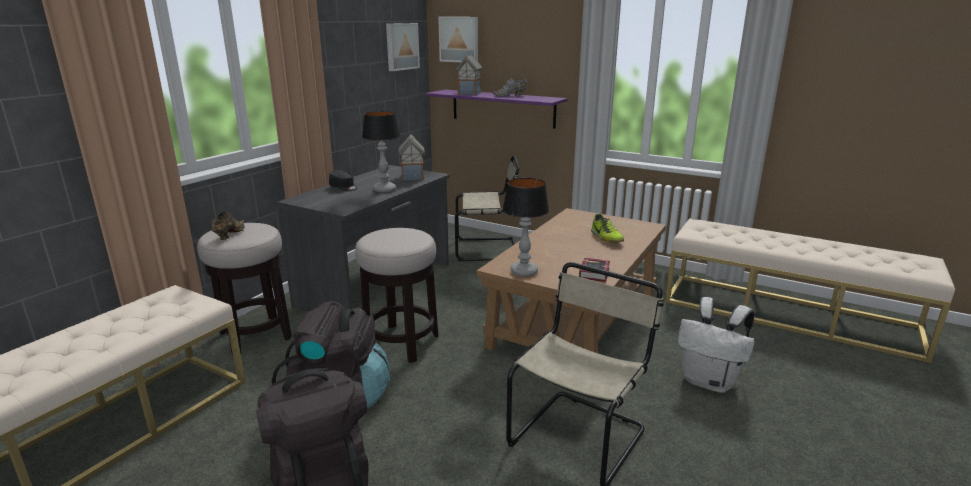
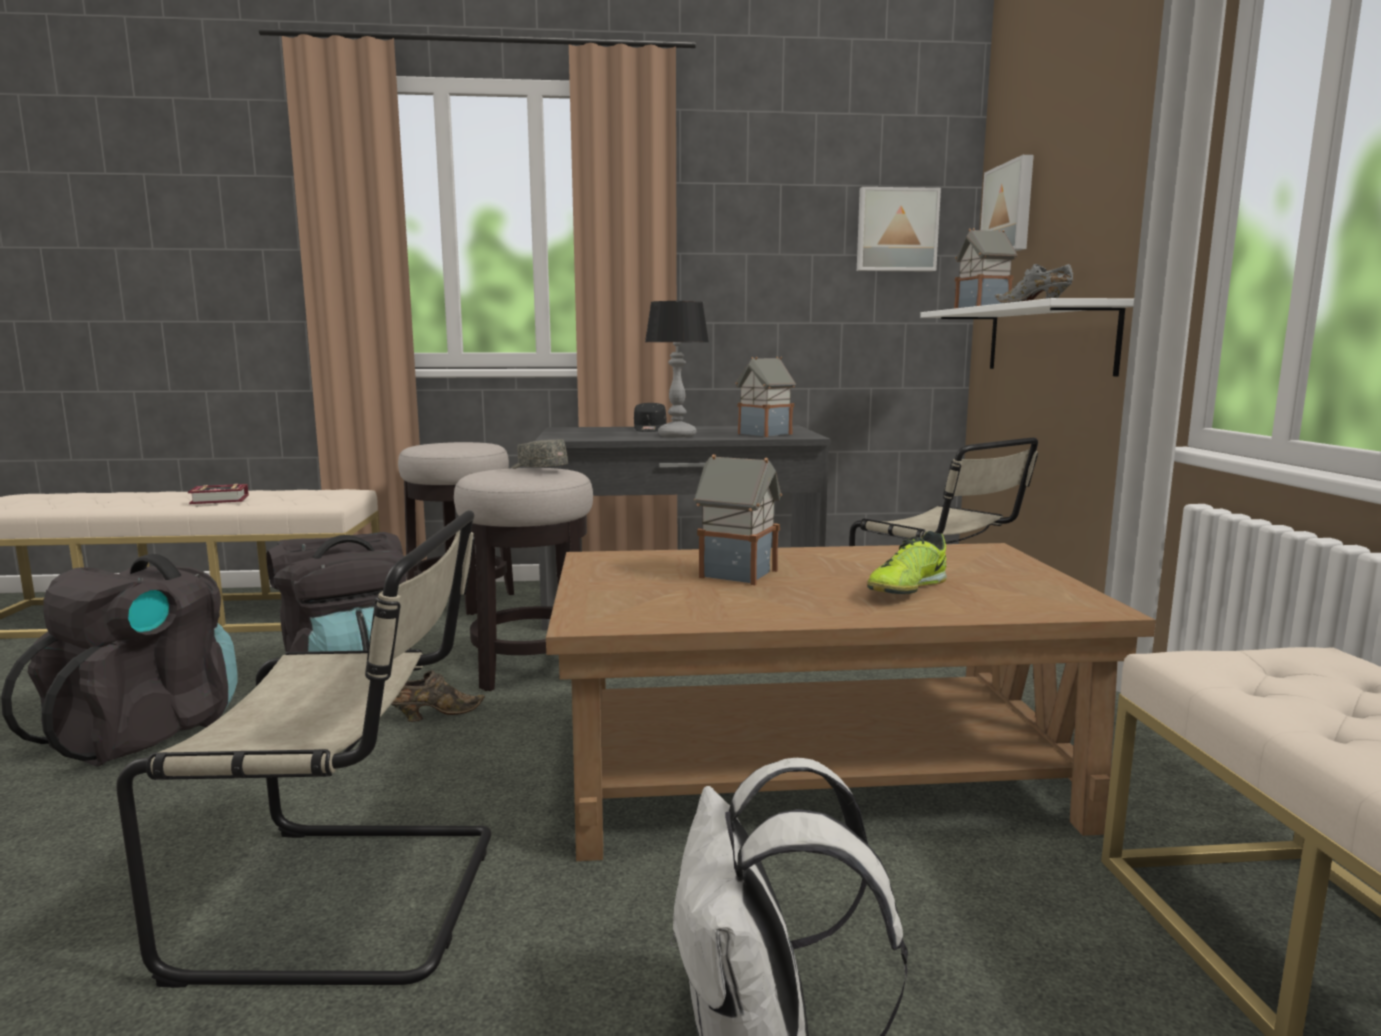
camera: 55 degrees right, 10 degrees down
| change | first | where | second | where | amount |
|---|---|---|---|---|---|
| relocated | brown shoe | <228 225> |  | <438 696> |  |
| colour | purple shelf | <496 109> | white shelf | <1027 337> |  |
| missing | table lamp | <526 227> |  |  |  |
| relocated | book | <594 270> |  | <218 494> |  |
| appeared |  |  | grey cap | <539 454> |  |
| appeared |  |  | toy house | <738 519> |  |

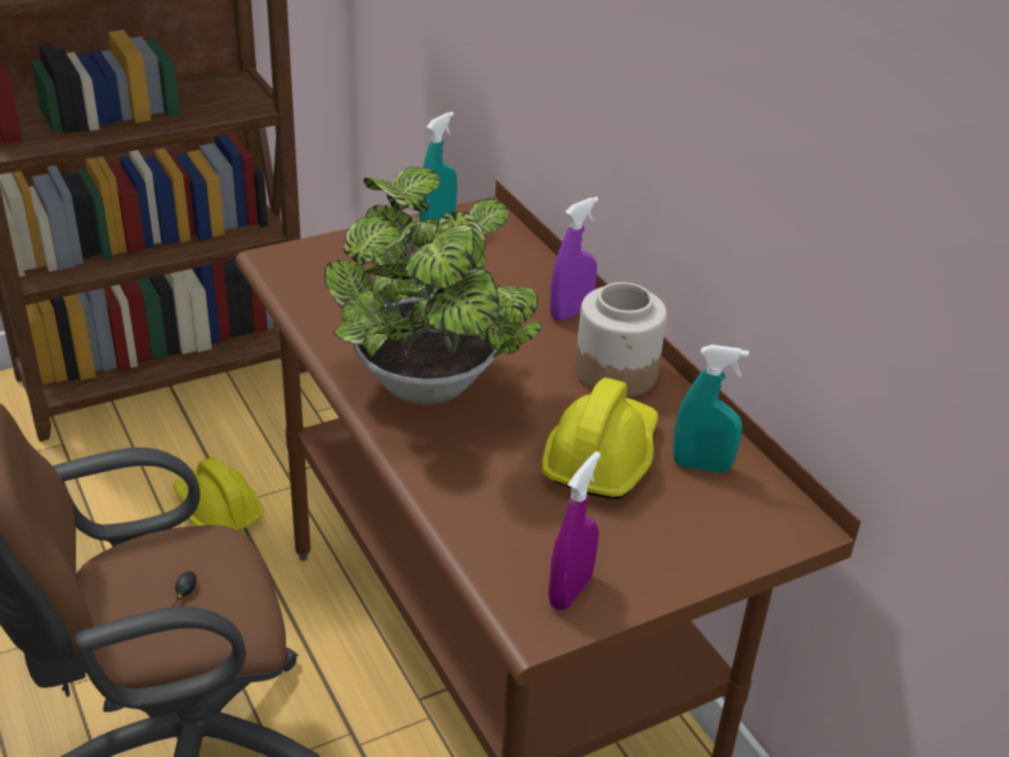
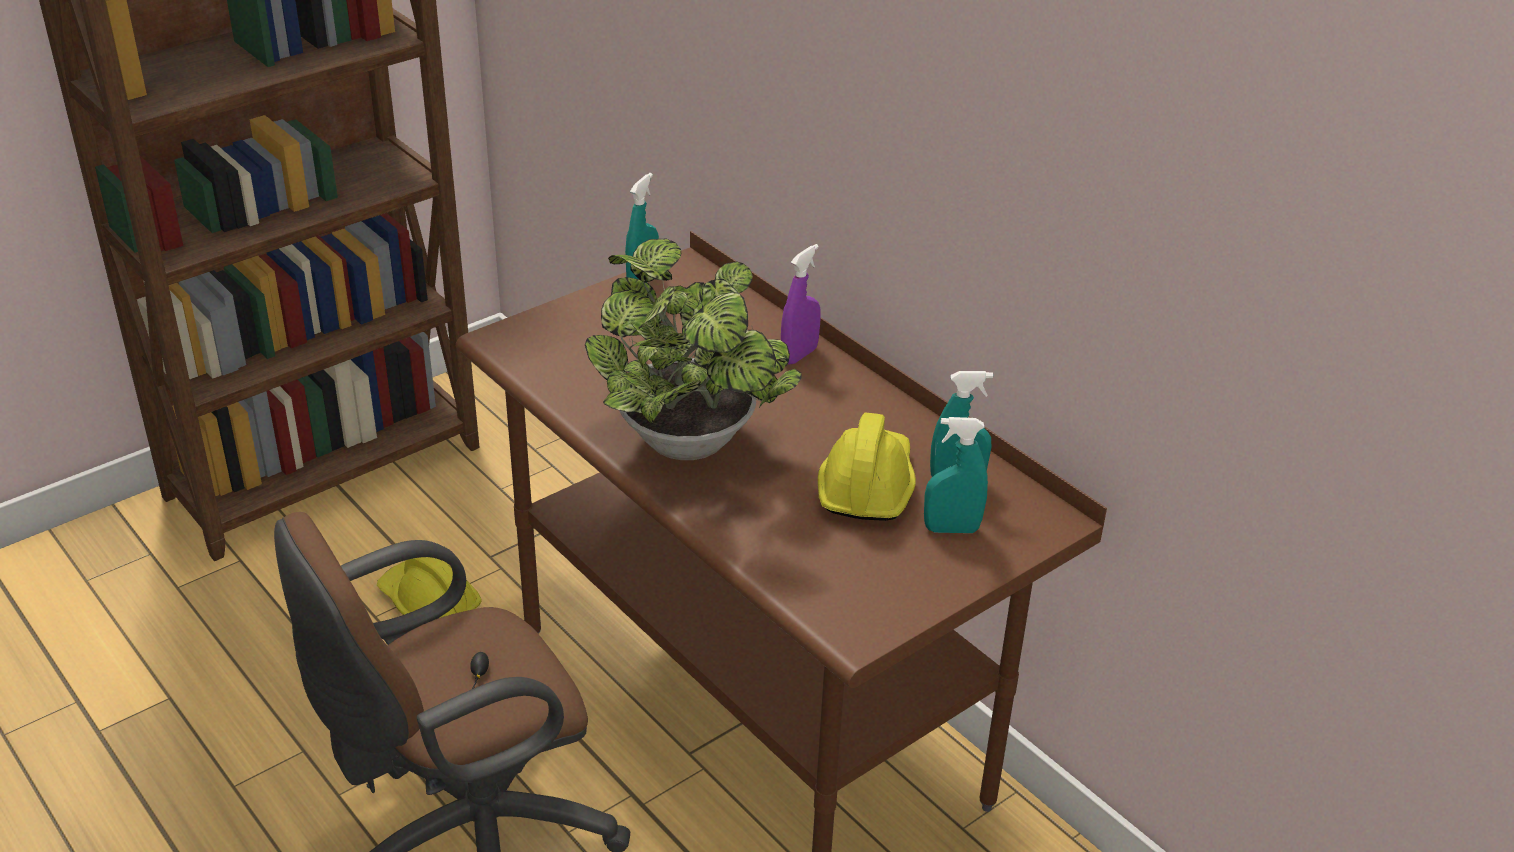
camera: 10 degrees left, 0 degrees up
| change | first | where | second | where | amount |
|---|---|---|---|---|---|
| missing | purple spray bottle | <574 530> |  |  |  |
| missing | jar | <621 339> |  |  |  |
| appeared |  |  | turquoise spray bottle | <956 475> |  |

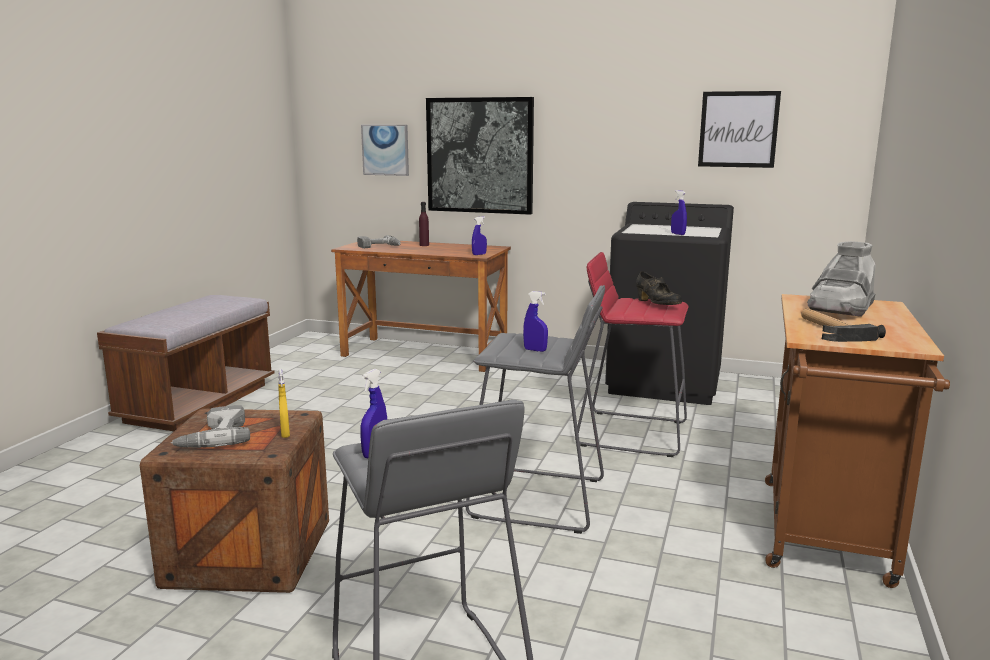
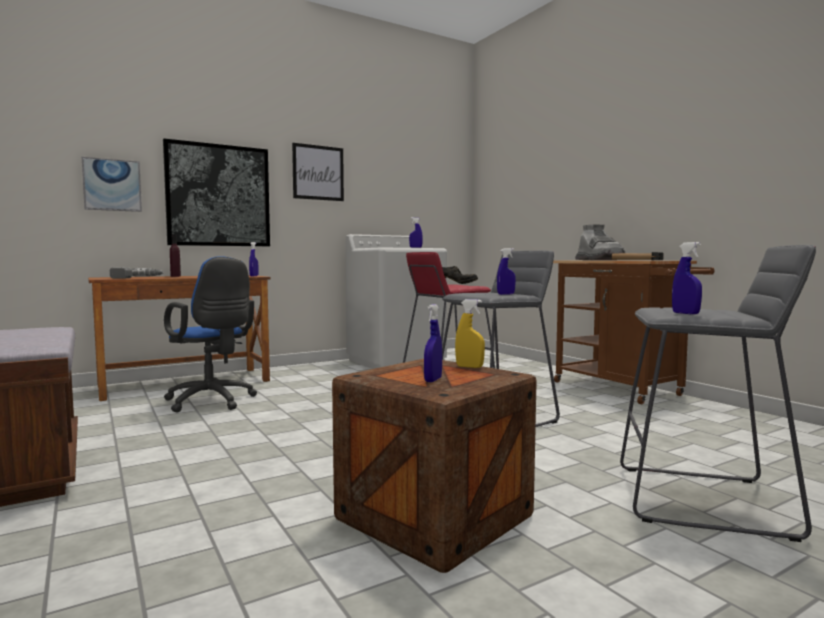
camera: 50 degrees left, 10 degrees down
| change | first | where | second | where | amount |
|---|---|---|---|---|---|
| exchanged | power drill | <210 426> | blue spray bottle | <433 343> |  |
| colour | black washing machine | <669 303> | white washing machine | <396 301> |  |
| relocated | picture | <739 129> |  | <318 172> |  |
| appeared |  |  | blue office chair | <210 334> |  |

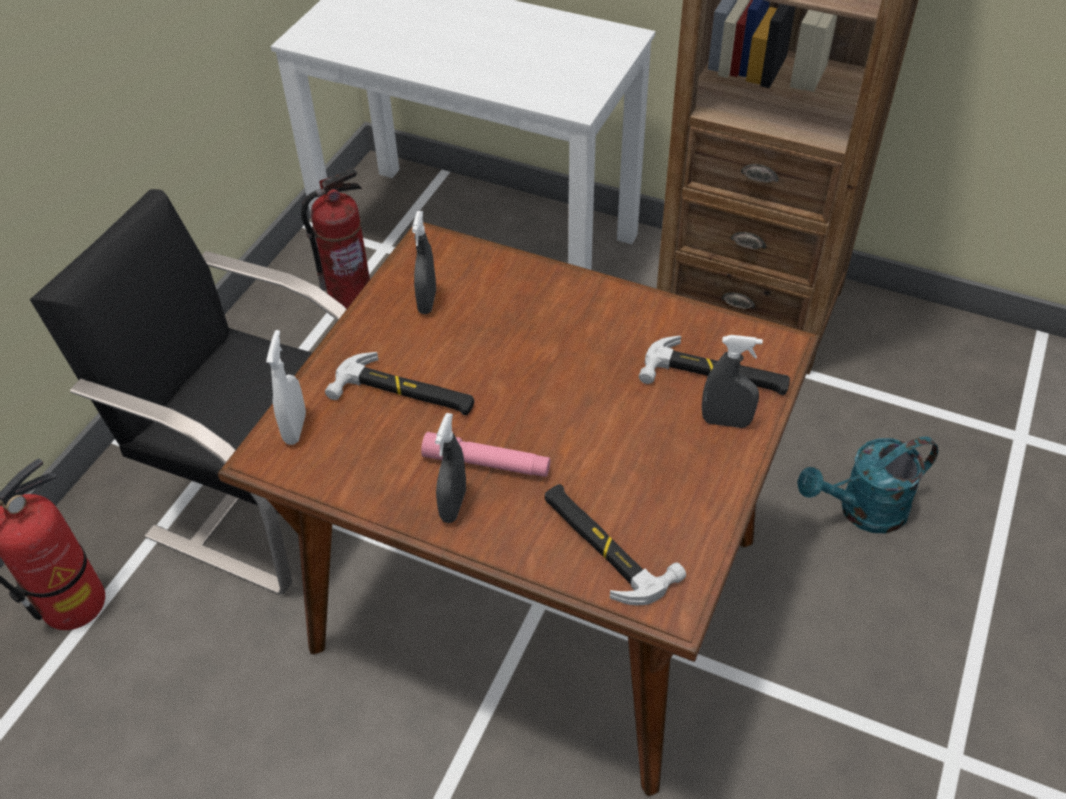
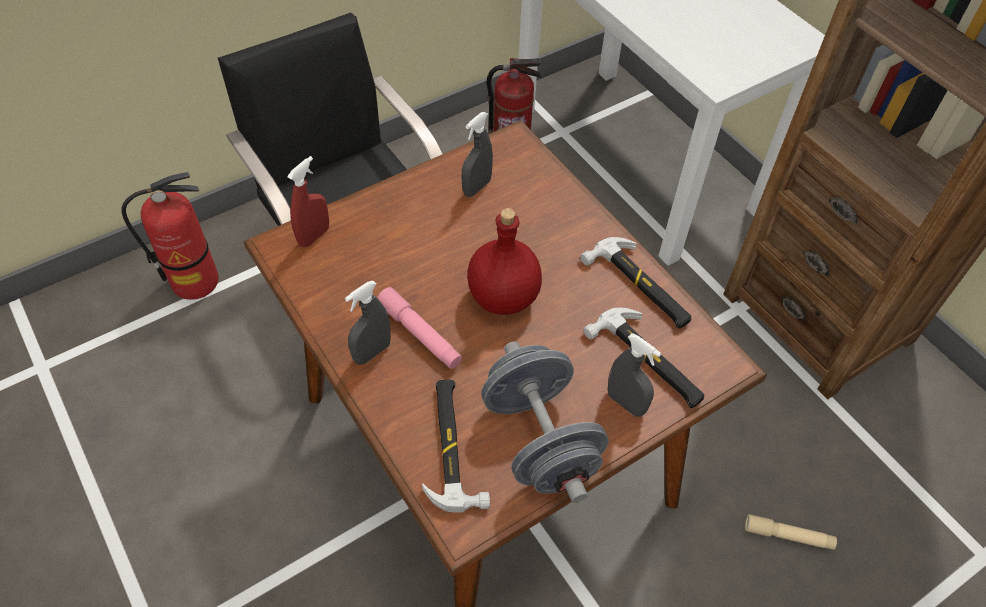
camera: 30 degrees right, 5 degrees up
| change | first | where | second | where | amount |
|---|---|---|---|---|---|
| colour | white spray bottle | <286 387> | red spray bottle | <308 201> |  |
| relocated | hammer | <399 384> |  | <635 283> |  |
| exchanged | turquoise watering can | <868 485> | beige flashlight | <791 532> |  |
| appeared |  |  | red bottle | <504 261> |  |
| appeared |  |  | grey dumbbell | <545 422> |  |

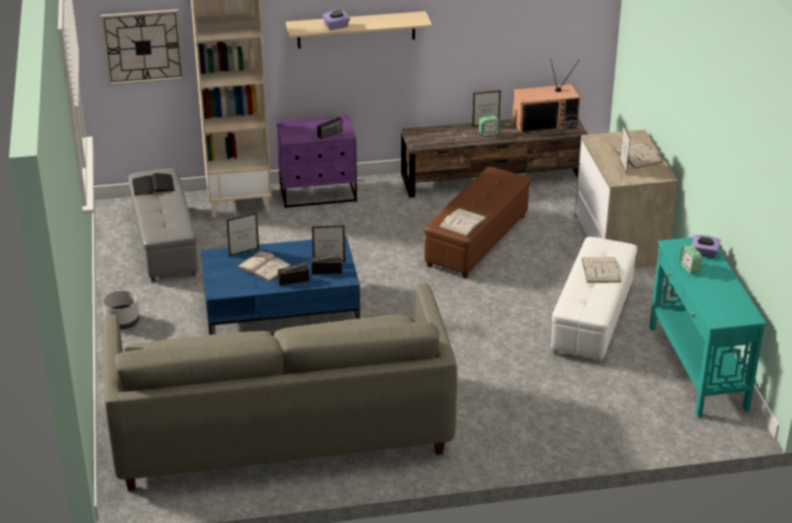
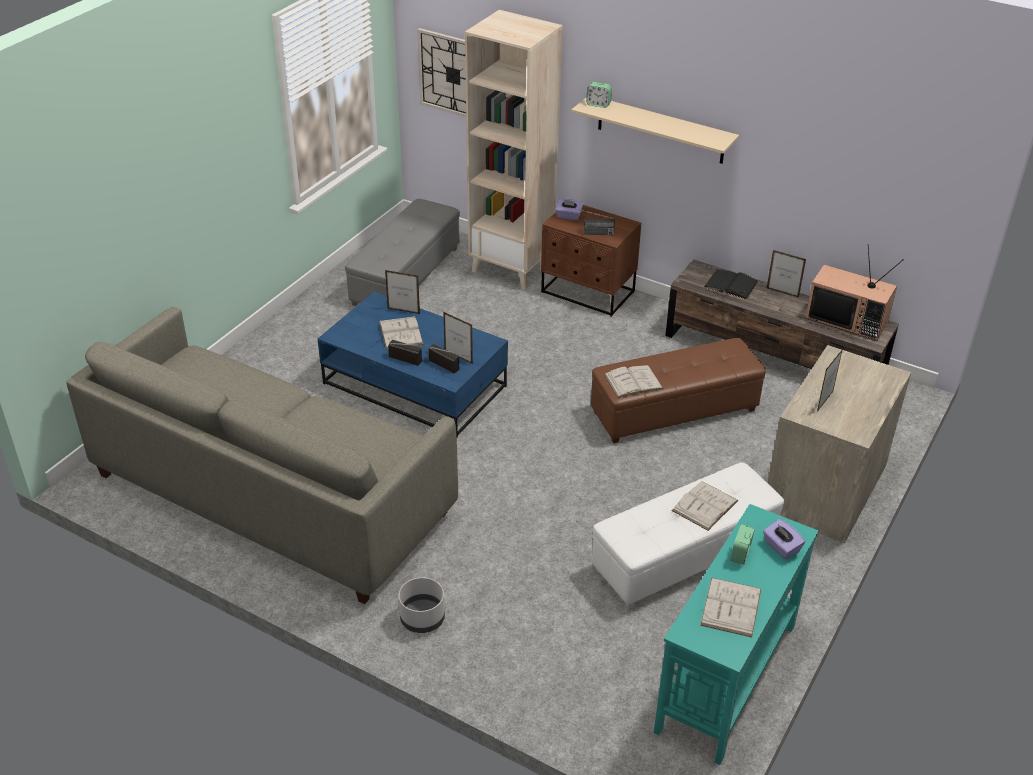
camera: 40 degrees right, 5 degrees up
| change | first | where | second | where | amount |
|---|---|---|---|---|---|
| relocated | grey planter | <121 310> |  | <422 605> |  |
| relocated | black book | <153 184> |  | <730 284> |  |
| colour | purple nightstand | <316 161> | brown nightstand | <591 261> |  |
| relocated | purple tissue box | <336 20> |  | <569 209> |  |
| relocated | alarm clock | <489 125> |  | <599 95> |  |
| relocated | white book | <638 156> |  | <730 607> |  |

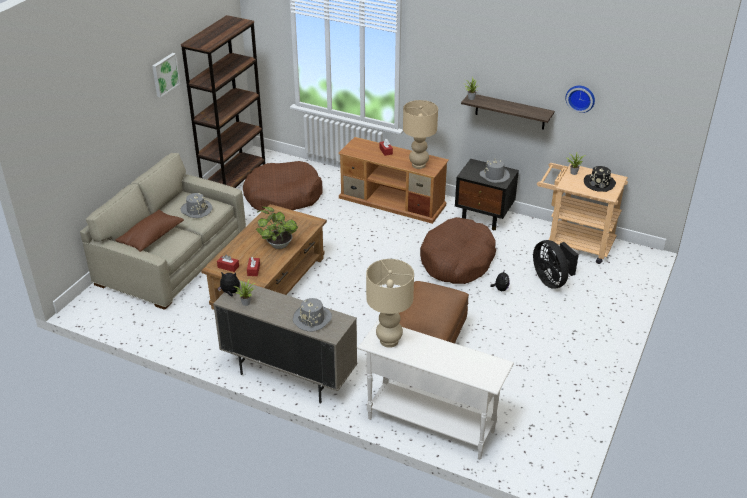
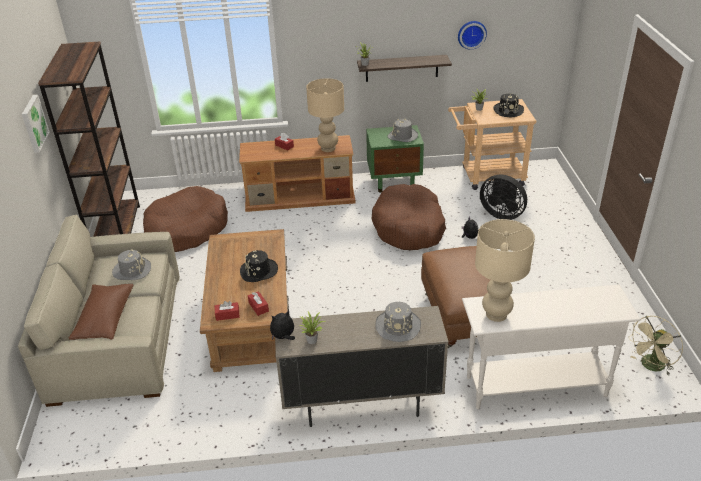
camera: 30 degrees left, 0 degrees up
| change | first | where | second | where | amount |
|---|---|---|---|---|---|
| exchanged | potted plant | <277 228> | black hat | <259 266> |  |
| colour | black nightstand | <487 194> | green nightstand | <395 159> |  |
| appeared |  |  | beige fan | <655 345> |  |

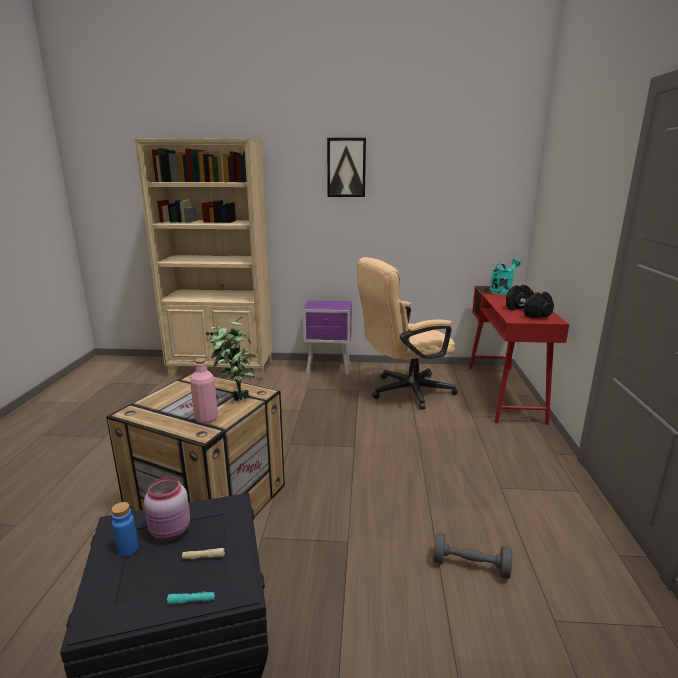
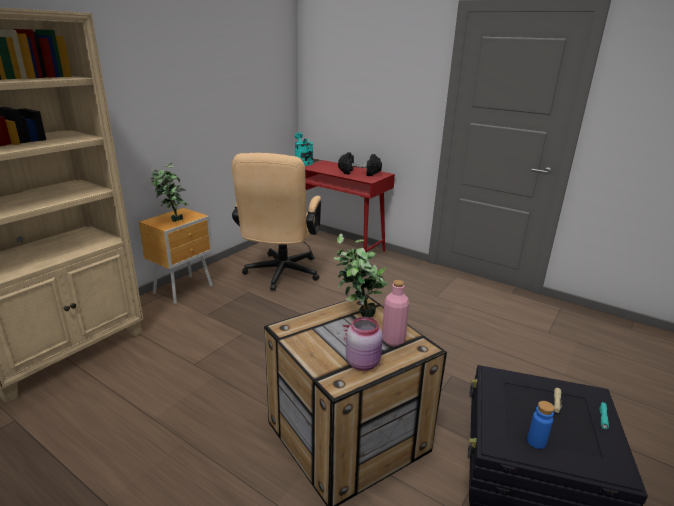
camera: 60 degrees left, 5 degrees up
| change | first | where | second | where | amount |
|---|---|---|---|---|---|
| relocated | pink jar | <167 509> |  | <364 344> |  |
| colour | purple nightstand | <327 337> | brown nightstand | <176 256> |  |
| missing | picture | <346 167> |  |  |  |
| missing | grey dumbbell | <472 556> |  |  |  |
| appeared |  |  | potted plant | <169 192> |  |

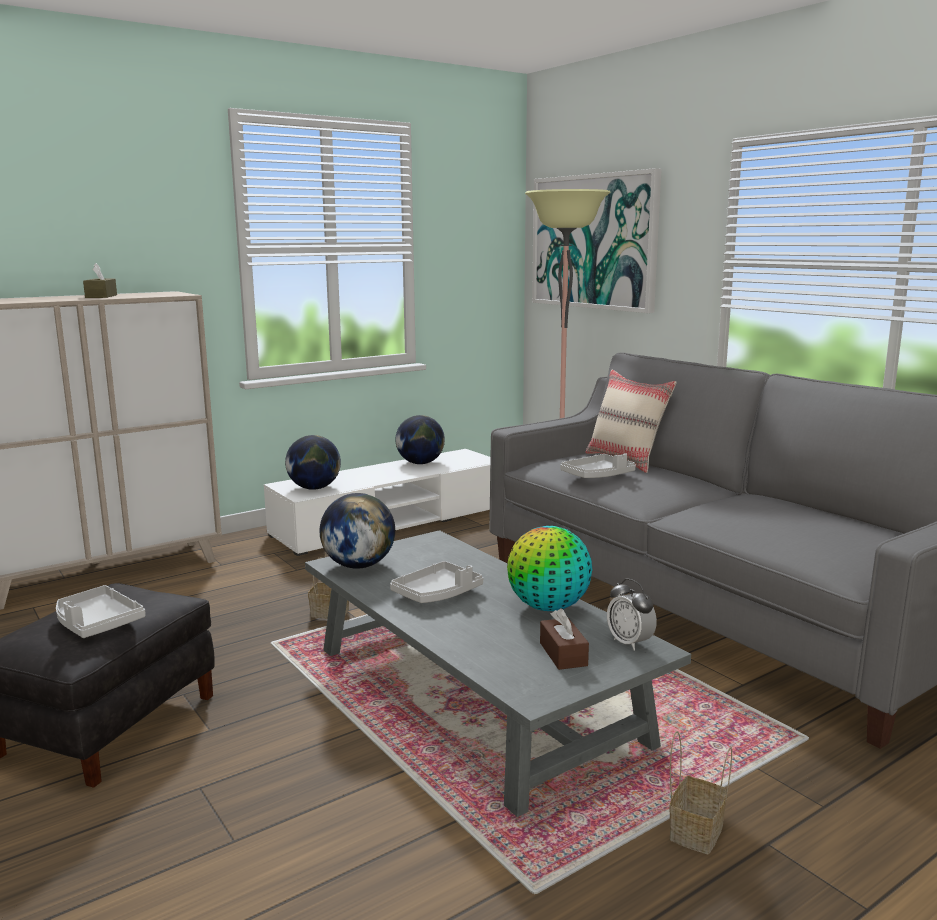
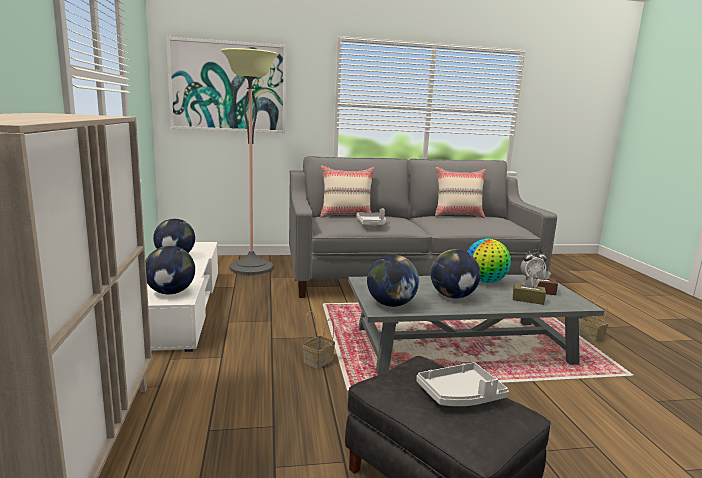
camera: 65 degrees left, 0 degrees up
| change | first | where | second | where | amount |
|---|---|---|---|---|---|
| relocated | brown tissue box | <100 280> |  | <529 290> |  |
| exchanged | grey tray | <436 582> | globe | <455 273> |  |
| appeared |  |  | beige pillow | <460 192> |  |

